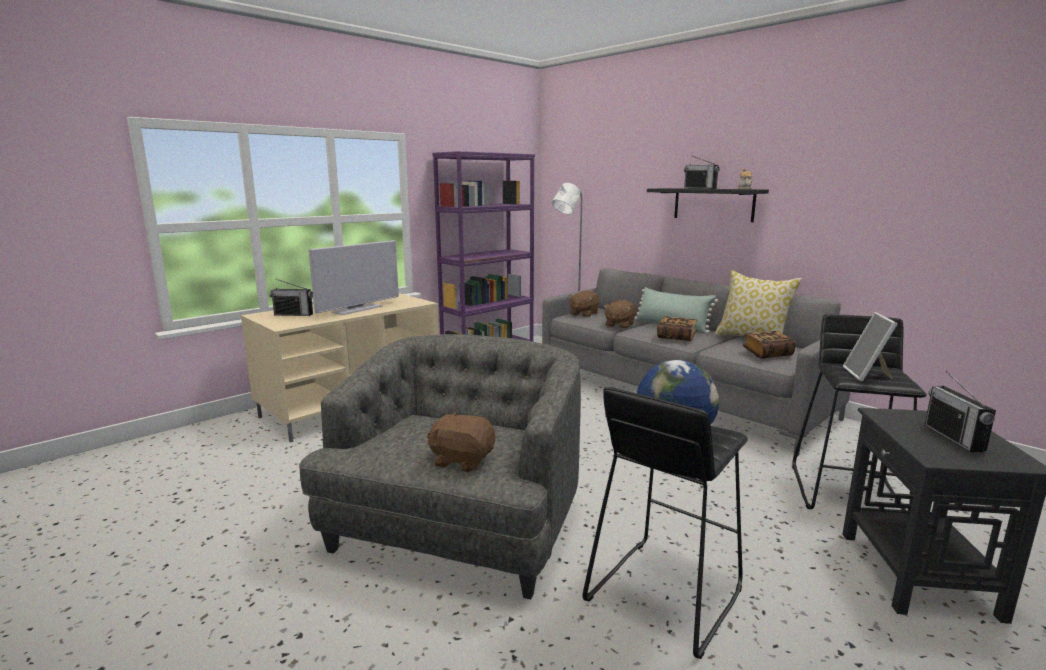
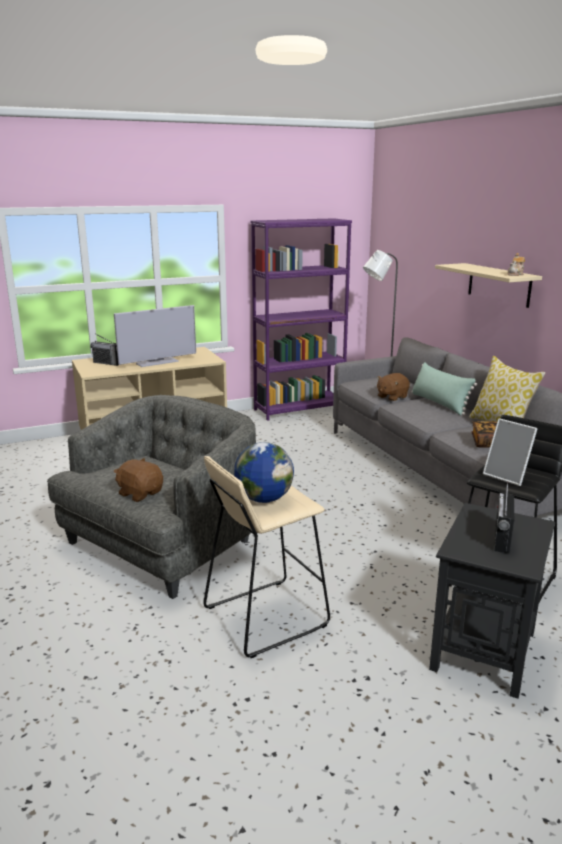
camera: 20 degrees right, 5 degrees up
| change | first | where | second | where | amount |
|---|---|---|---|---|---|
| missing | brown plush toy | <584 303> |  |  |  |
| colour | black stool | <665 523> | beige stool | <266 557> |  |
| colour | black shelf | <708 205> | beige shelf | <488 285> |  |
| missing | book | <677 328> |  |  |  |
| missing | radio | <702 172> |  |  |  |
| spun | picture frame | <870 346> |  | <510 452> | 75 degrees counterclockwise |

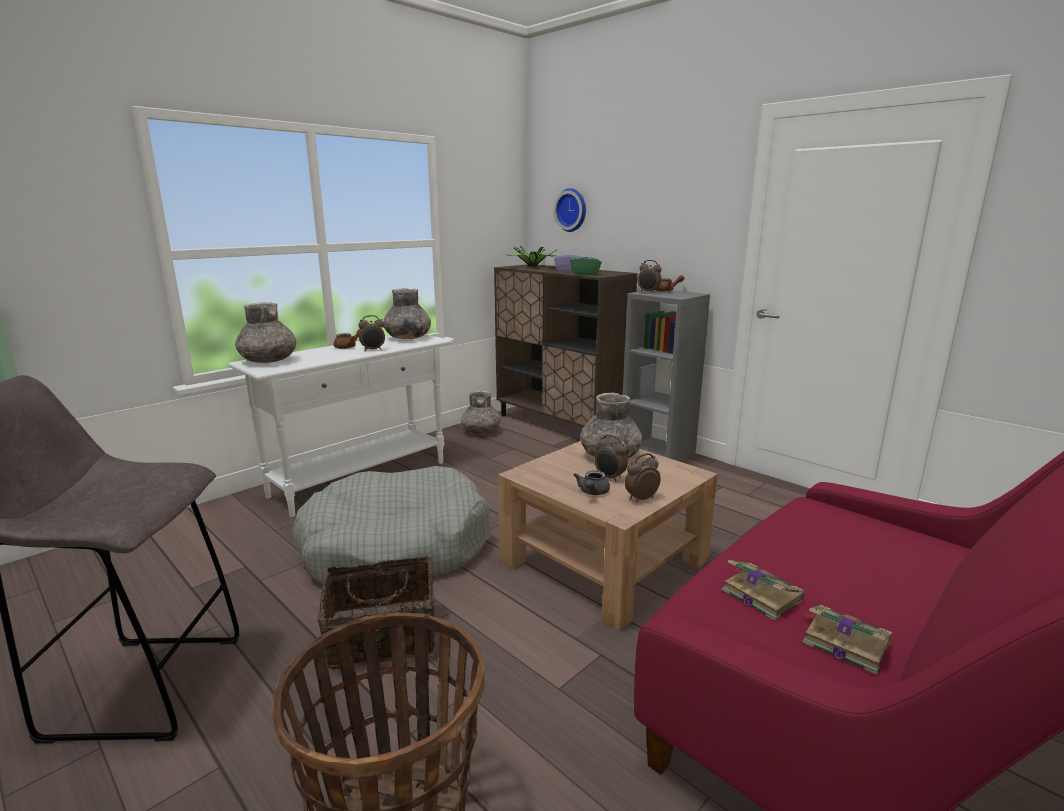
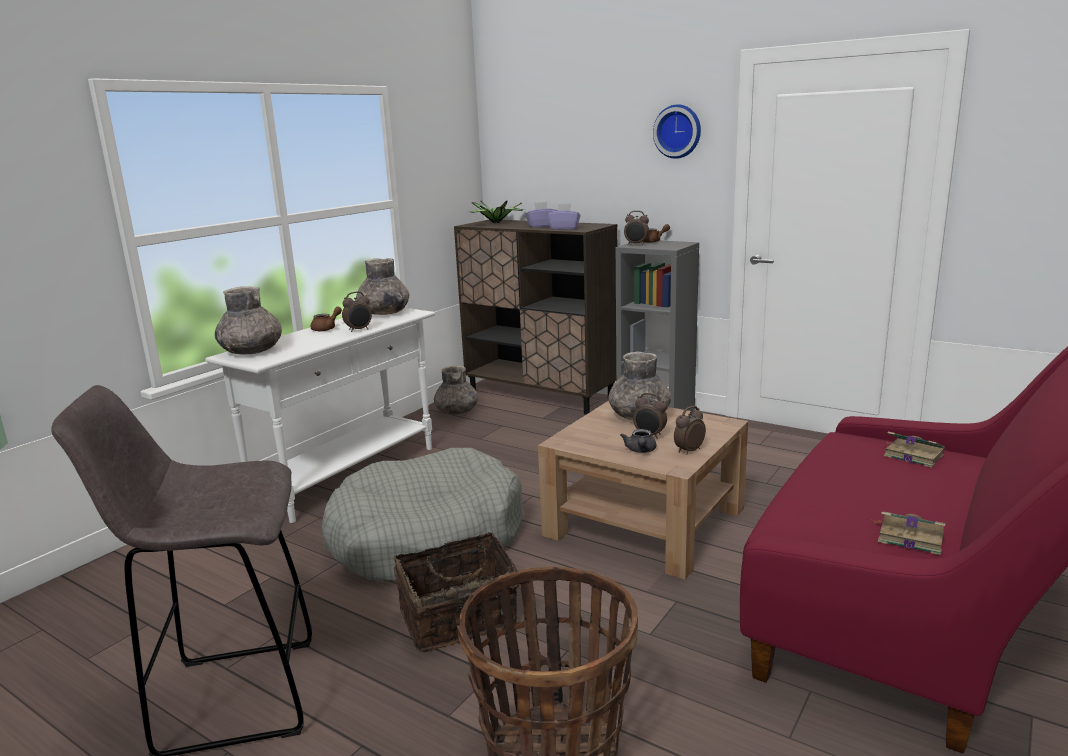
camera: 10 degrees left, 0 degrees up
| change | first | where | second | where | amount |
|---|---|---|---|---|---|
| relocated | wall clock | <570 210> |  | <677 131> |  |
| colour | green tissue box | <586 263> | purple tissue box | <564 216> |  |
| relocated | book | <763 590> |  | <914 450> |  |

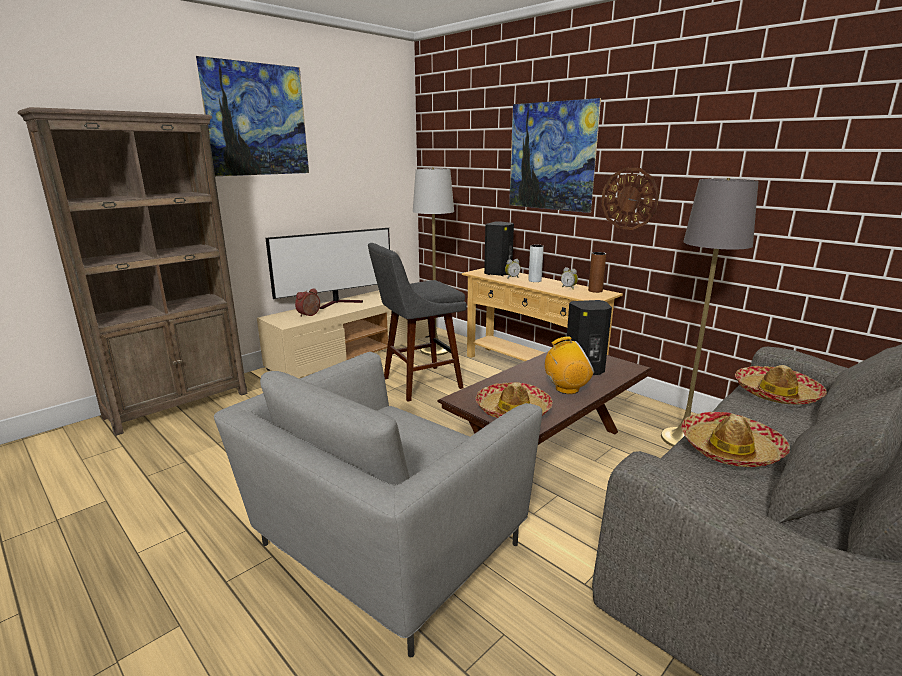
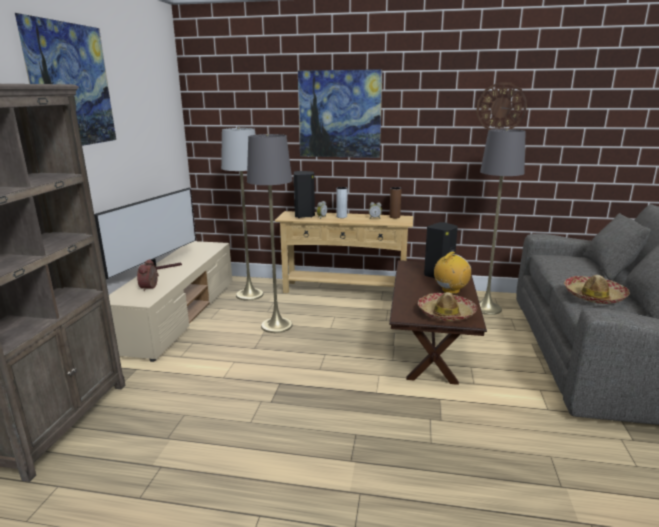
camera: 35 degrees left, 0 degrees up
| change | first | where | second | where | amount |
|---|---|---|---|---|---|
| missing | grey armchair | <378 504> |  |  |  |
| exchanged | grey stool | <417 322> | grey floor lamp | <270 233> |  |
| relocated | wall clock | <630 199> |  | <501 106> |  |
| missing | hat | <781 384> |  |  |  |

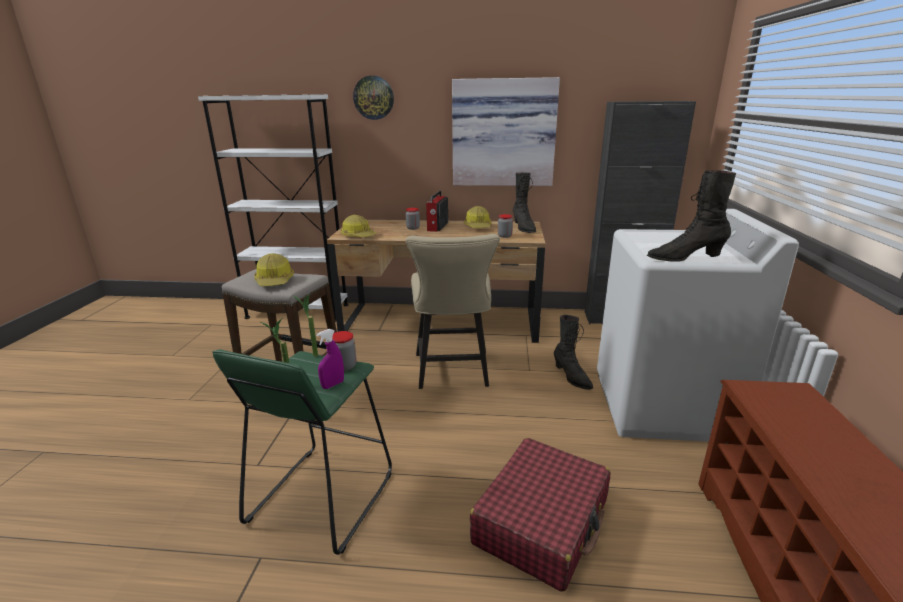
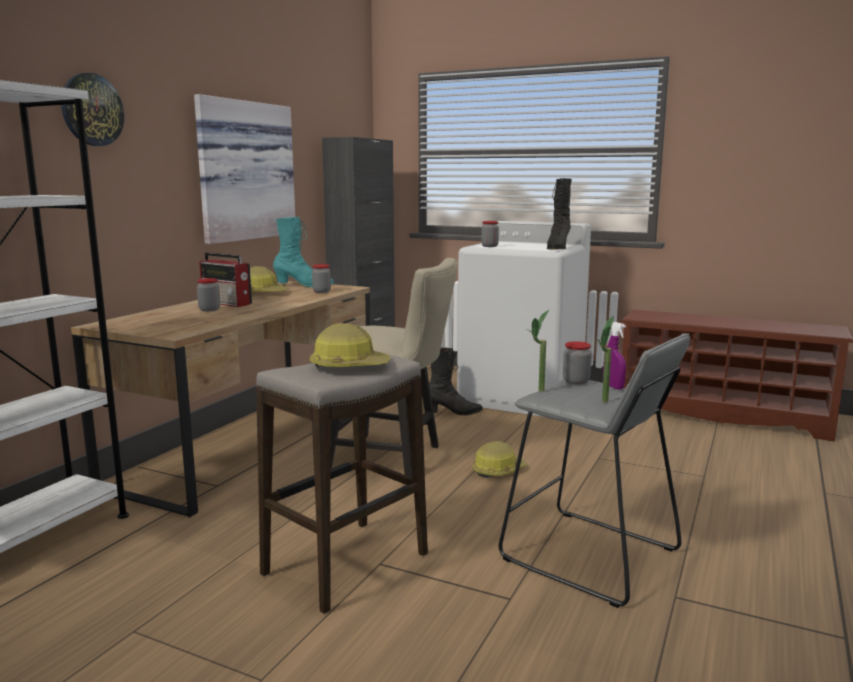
camera: 70 degrees left, 10 degrees down
| change | first | where | second | where | amount |
|---|---|---|---|---|---|
| colour | green stool | <302 452> | grey stool | <594 470> |  |
| relocated | hard hat | <359 226> |  | <499 459> |  |
| missing | red suitcase | <540 515> |  |  |  |
| colour | black boot | <524 203> | turquoise boot | <303 252> |  |
| appeared |  |  | jar | <490 234> |  |

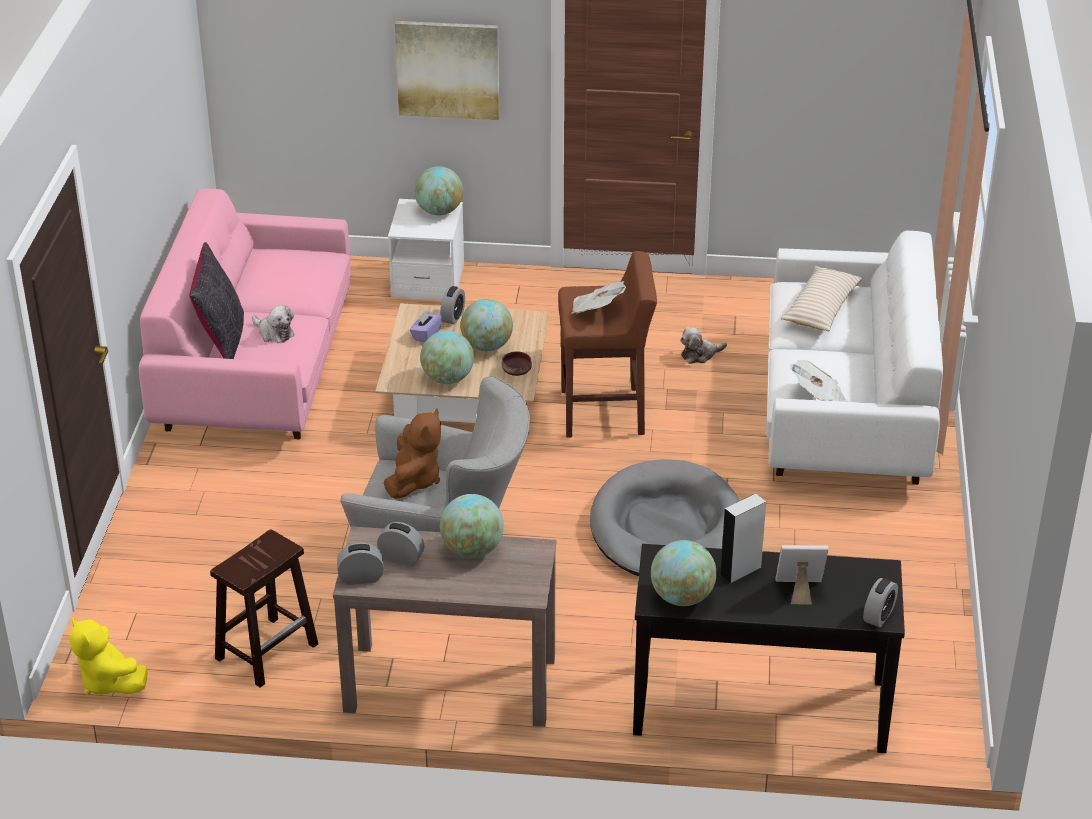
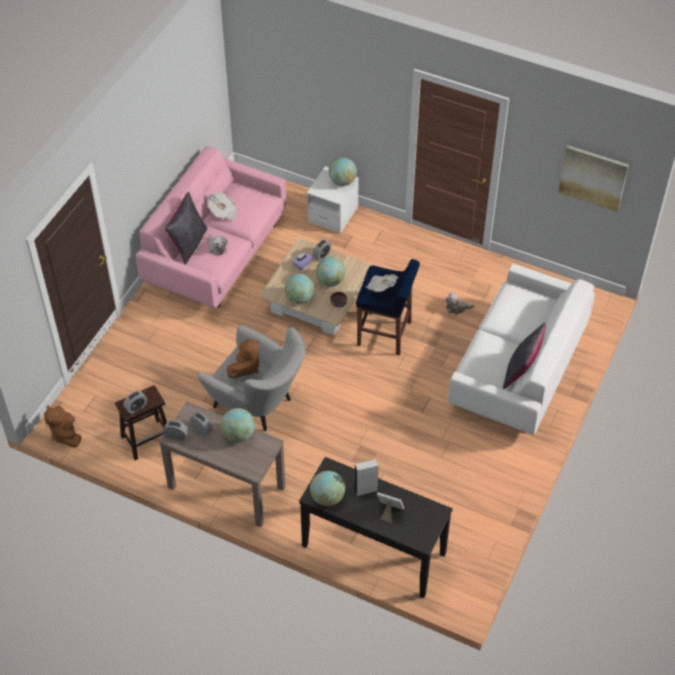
camera: 20 degrees right, 15 degrees up
| change | first | where | second | where | amount |
|---|---|---|---|---|---|
| colour | yellow plush toy | <108 656> | brown plush toy | <63 426> |  |
| relocated | picture | <447 70> |  | <593 178> |  |
| colour | brown stool | <607 344> | blue stool | <388 307> |  |
| missing | grey dog bed | <664 518> |  |  |  |
| missing | beige pillow | <822 298> |  |  |  |
| relocated | newspaper | <818 381> |  | <223 206> |  |
| relocated | alarm clock | <880 602> |  | <135 402> |  |
| appeared |  |  | black pillow | <524 356> |  |

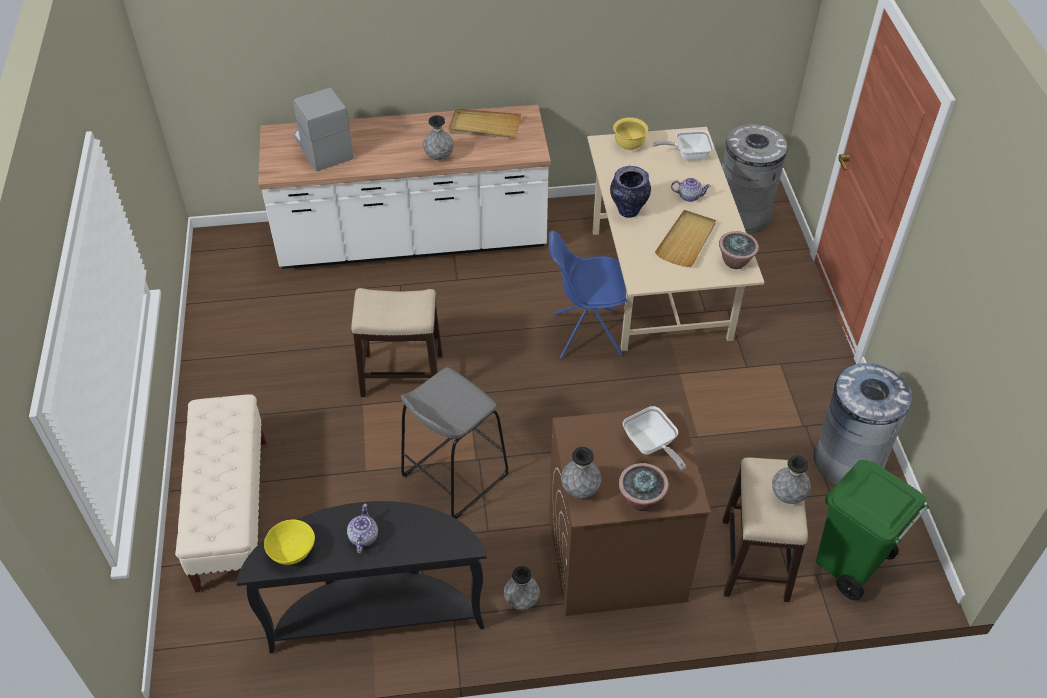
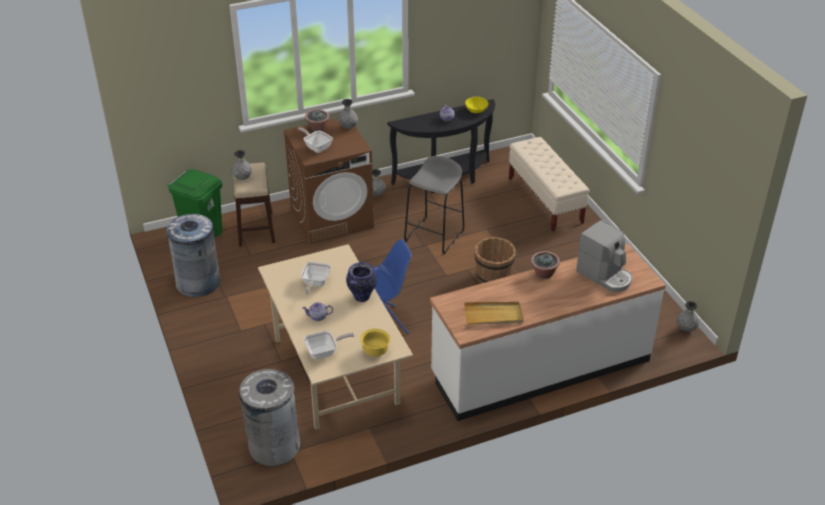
camera: 165 degrees right, 10 degrees down
| change | first | where | second | where | amount |
|---|---|---|---|---|---|
| exchanged | stool | <397 342> | brown bucket | <495 260> |  |
| relocated | grey vase | <438 137> |  | <688 316> |  |
| exchanged | beige tray | <685 238> | frying pan | <316 278> |  |
| relocated | potted plant | <739 250> |  | <545 265> |  |

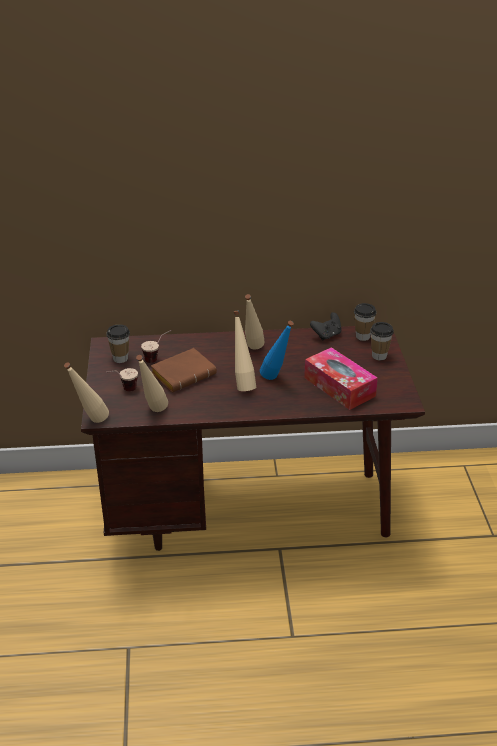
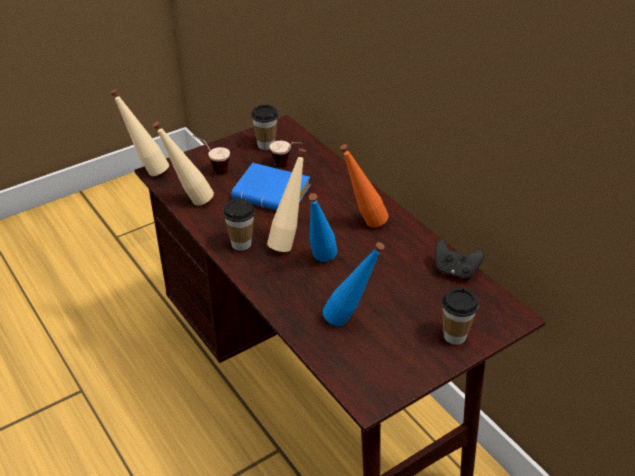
camera: 60 degrees right, 5 degrees up
| change | first | where | second | where | amount |
|---|---|---|---|---|---|
| colour | brown book | <184 370> | blue book | <271 186> |  |
| colour | beige bottle | <255 322> | orange bottle | <364 186> |  |
| exchanged | tissue box | <341 378> | blue bottle | <354 284> |  |
| relocated | cup | <365 322> |  | <239 225> |  |

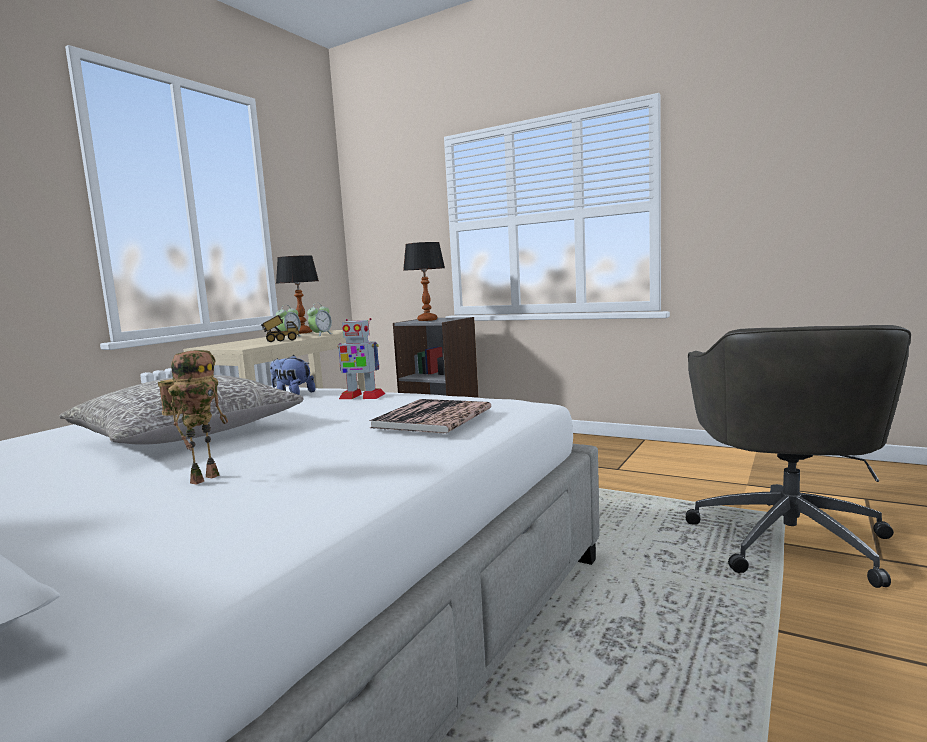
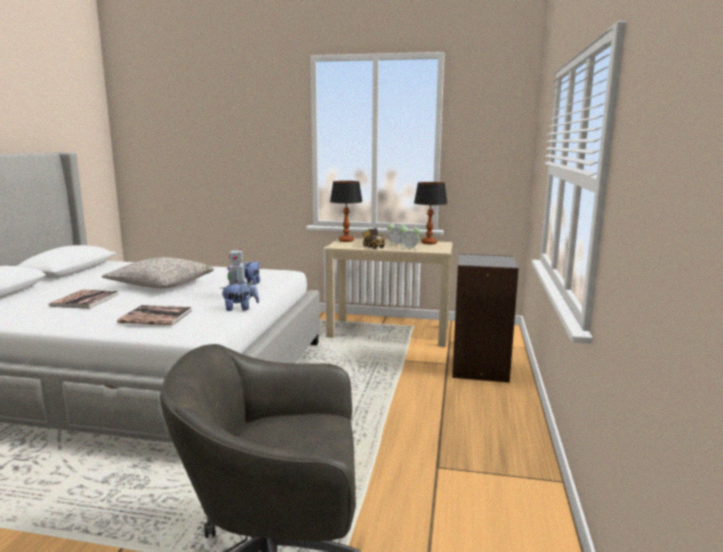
camera: 70 degrees right, 5 degrees up
| change | first | where | second | where | amount |
|---|---|---|---|---|---|
| exchanged | toy robot | <193 417> | book | <84 299> |  |
| relocated | table lamp | <424 281> |  | <346 211> |  |
| appeared |  |  | plush toy | <240 296> |  |

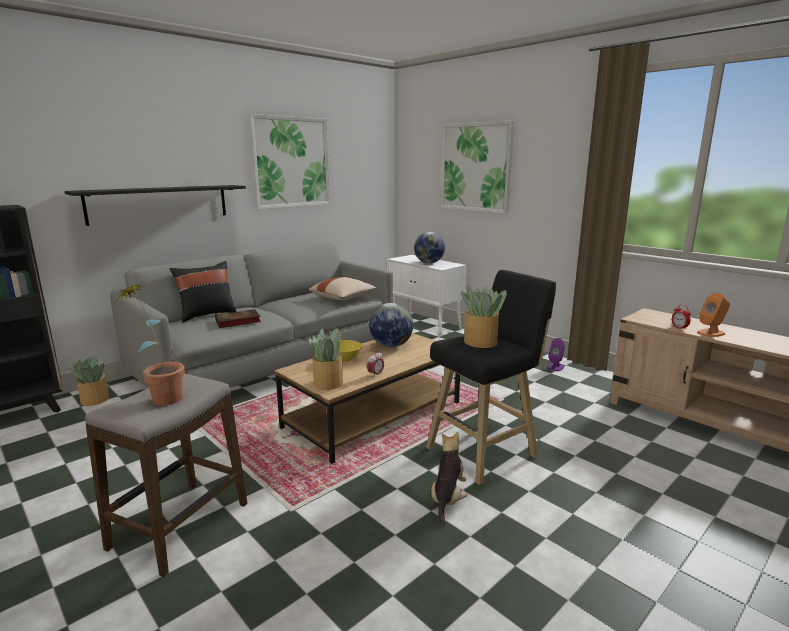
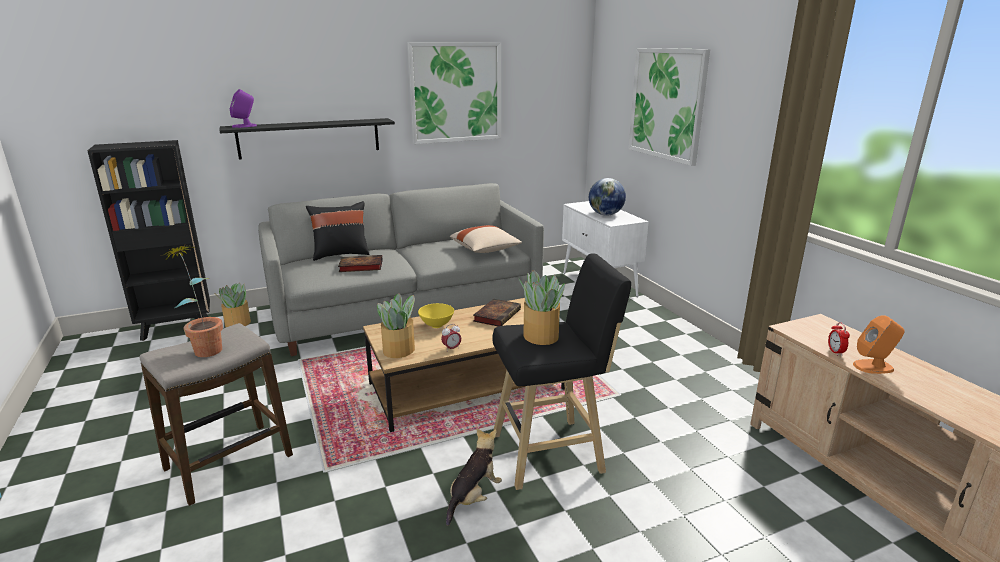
camera: 20 degrees right, 5 degrees up
| change | first | where | second | where | amount |
|---|---|---|---|---|---|
| exchanged | globe | <391 325> | book | <497 312> |  |
| relocated | purple speaker | <556 354> |  | <243 108> |  |

